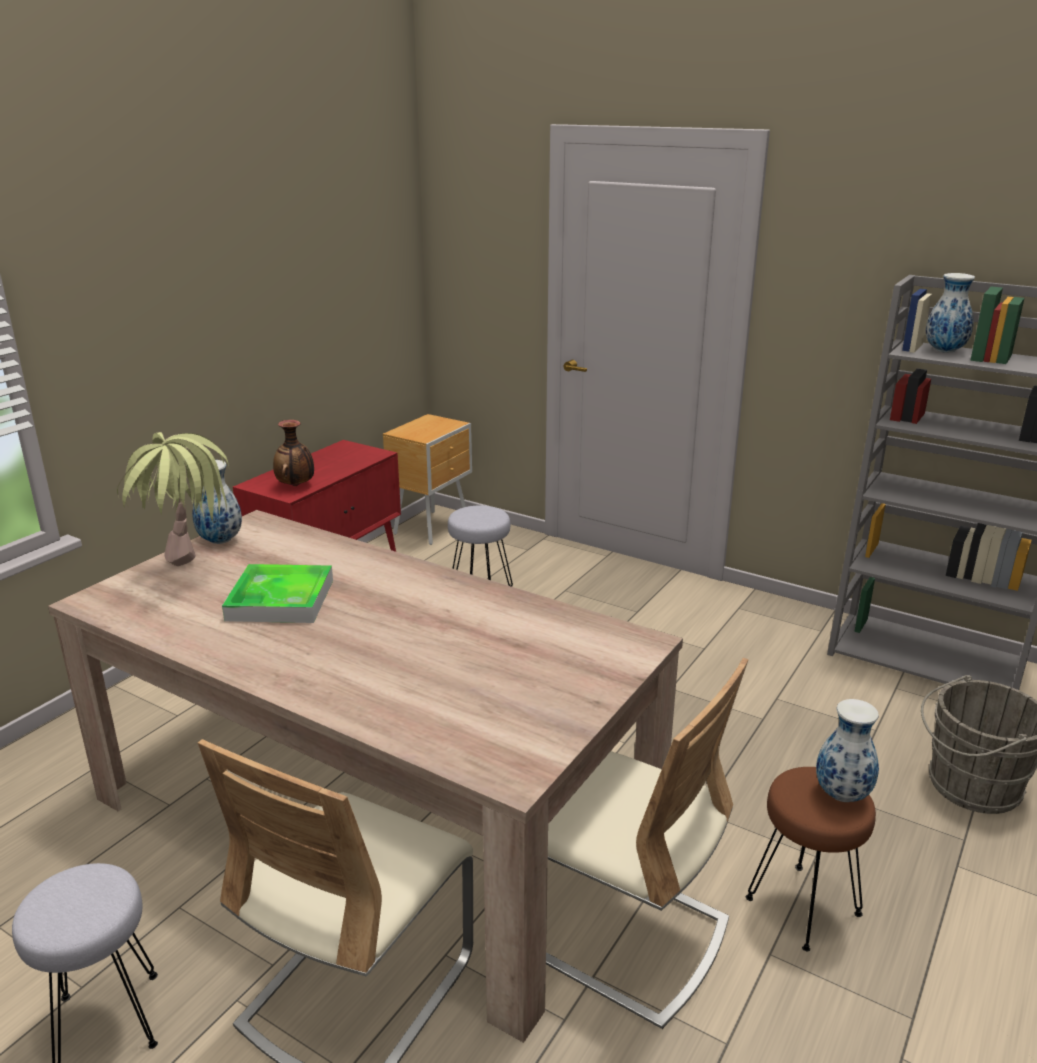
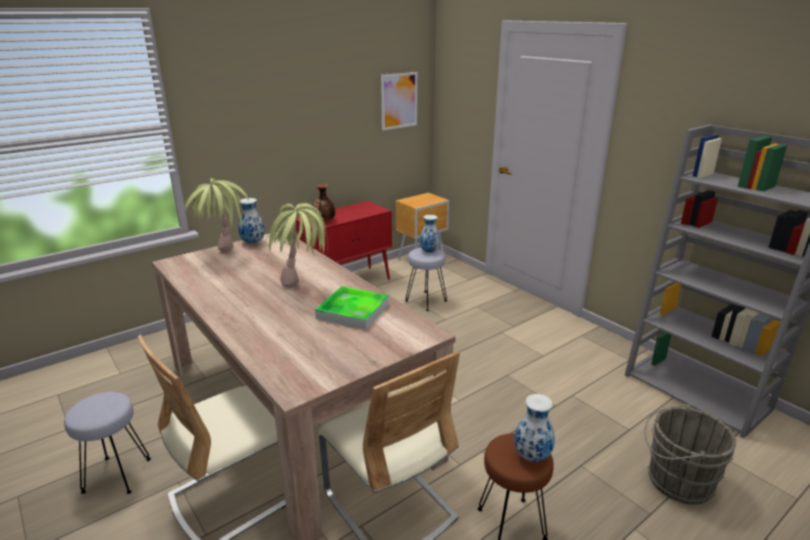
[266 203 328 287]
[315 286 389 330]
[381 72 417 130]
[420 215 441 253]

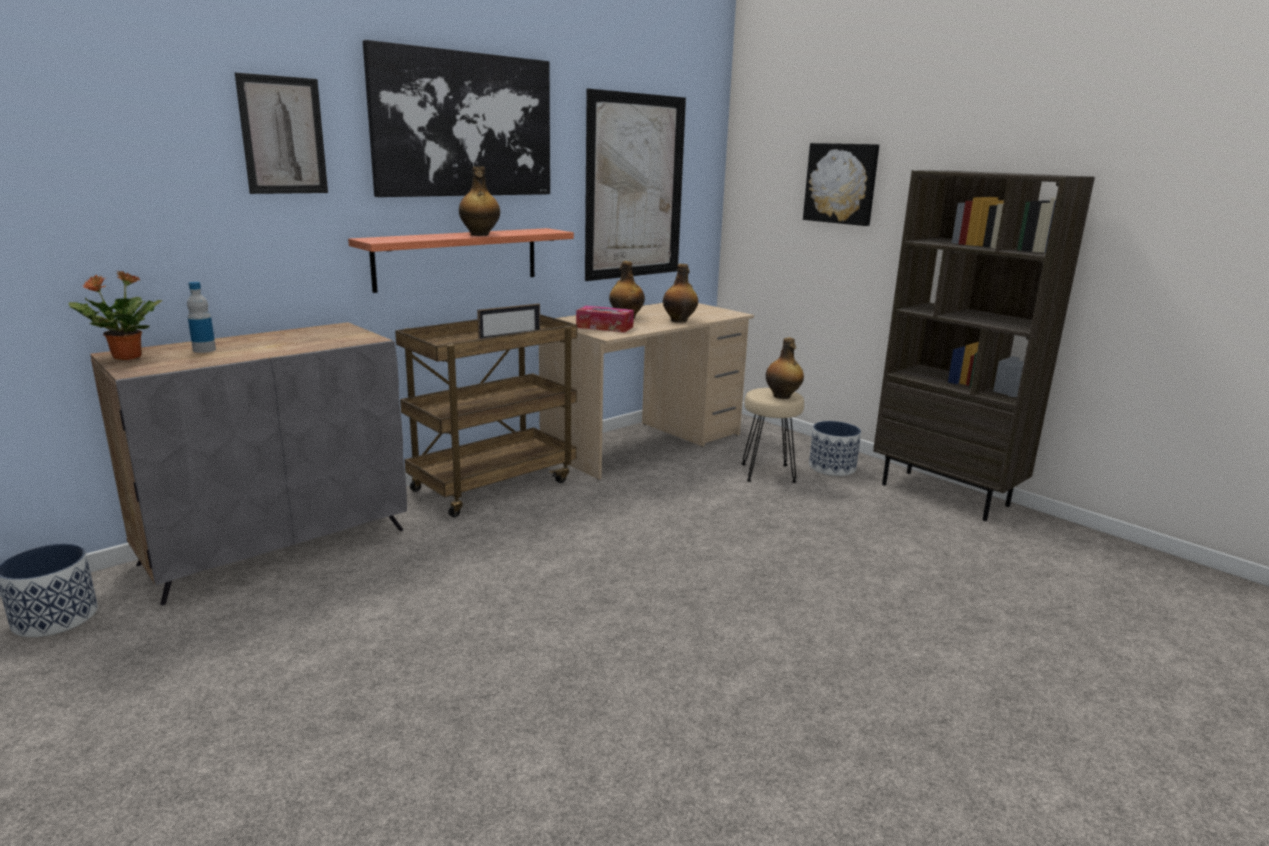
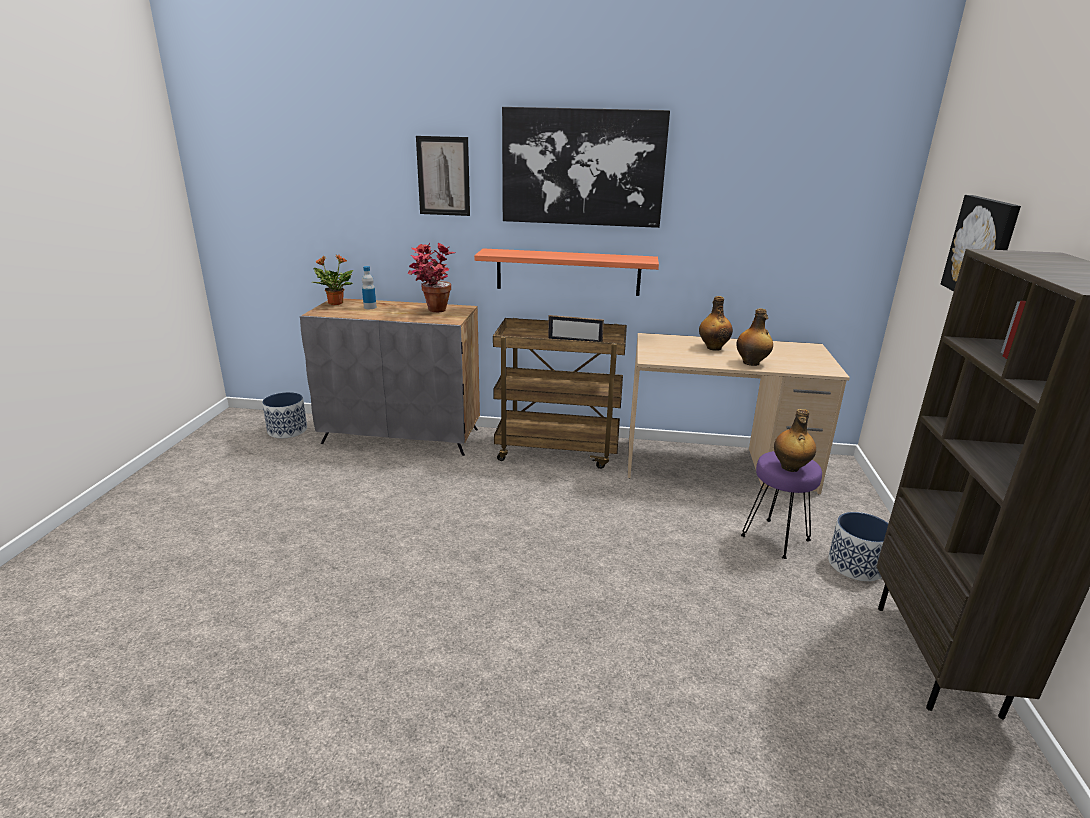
[408 242 455 312]
[741 451 822 559]
[459 166 500 236] (first image)
[576 306 634 332] (first image)
[585 88 686 281] (first image)

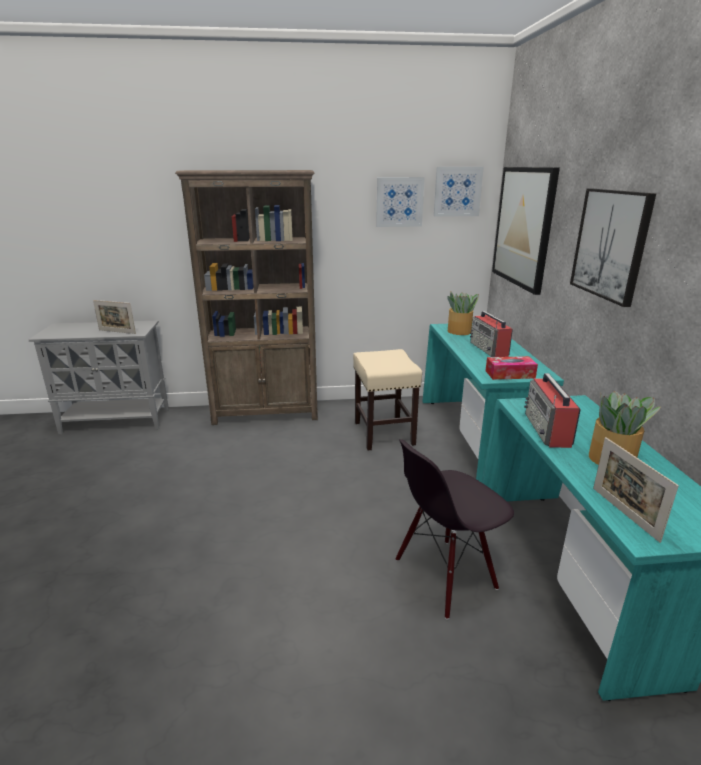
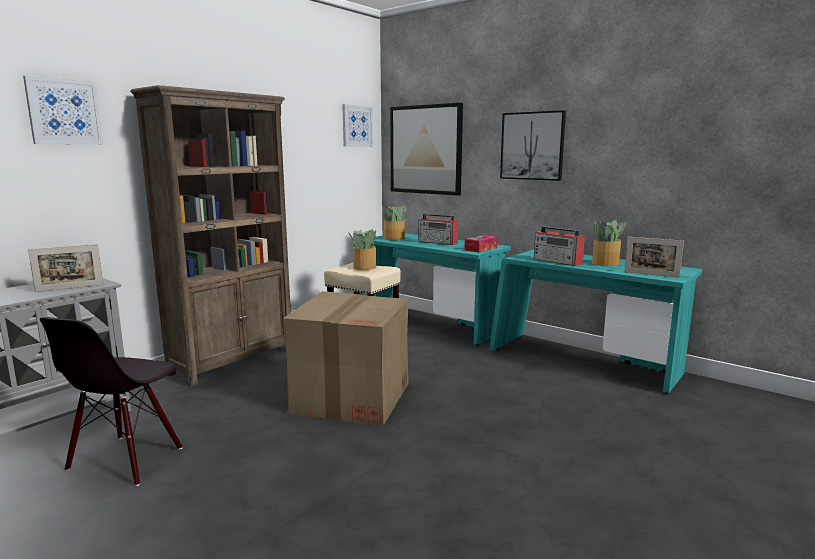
[23 76 103 144]
[40 317 182 486]
[283 291 408 426]
[348 229 376 270]

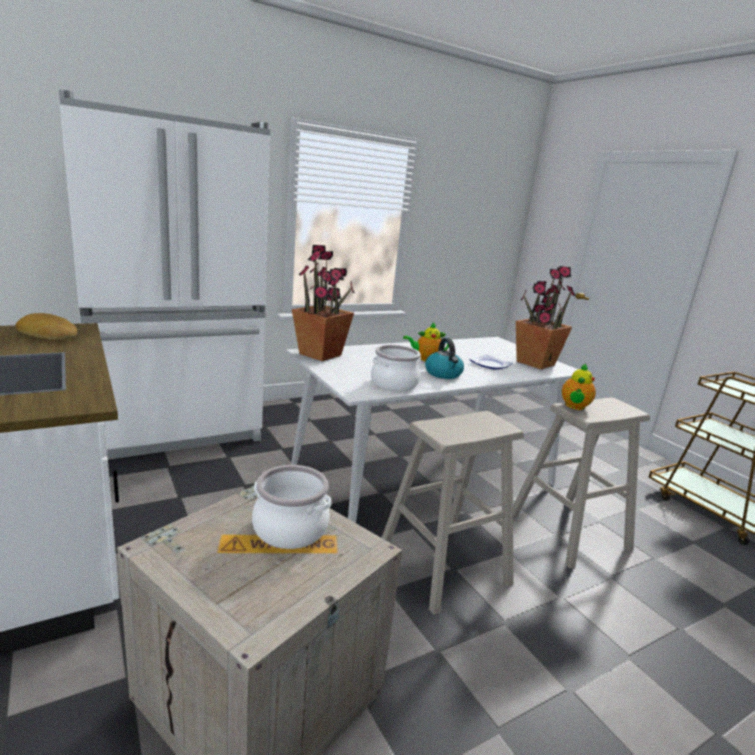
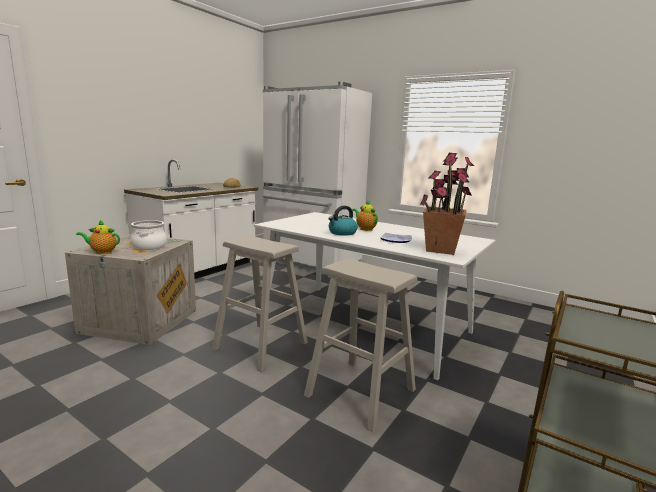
[76 220 120 254]
[292 245 355 361] (first image)
[371 345 421 391] (first image)

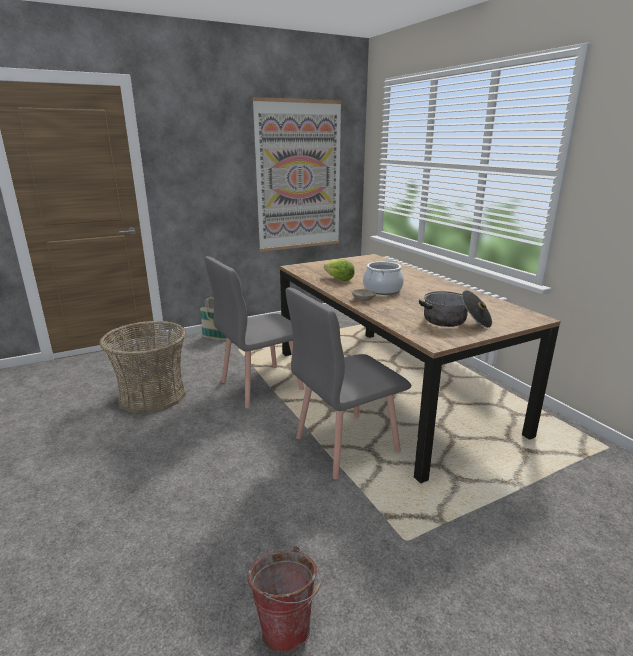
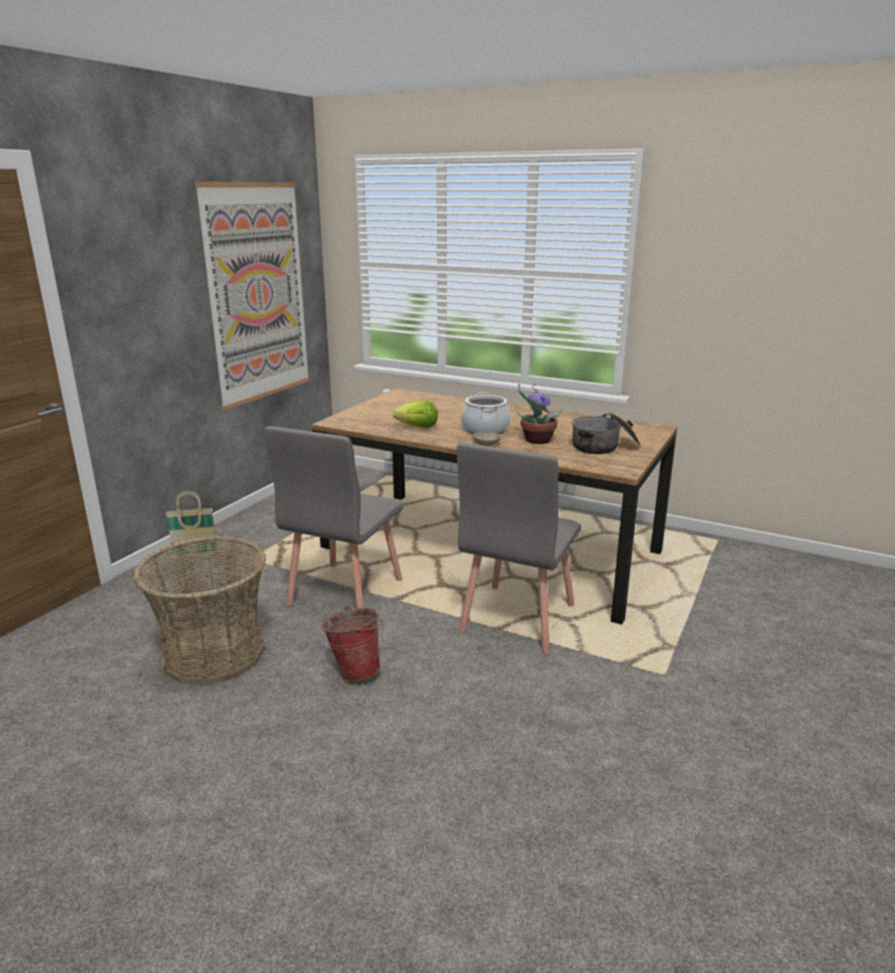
[321 606 383 681]
[517 384 563 444]

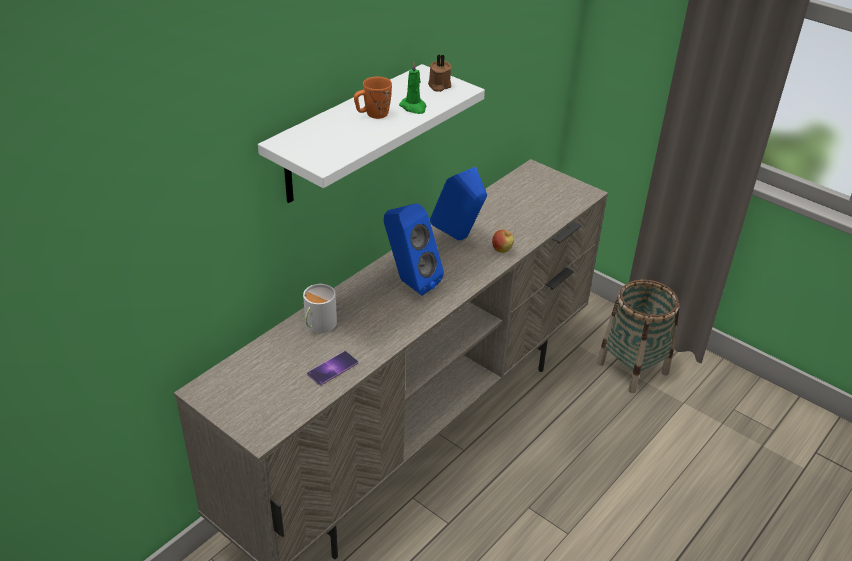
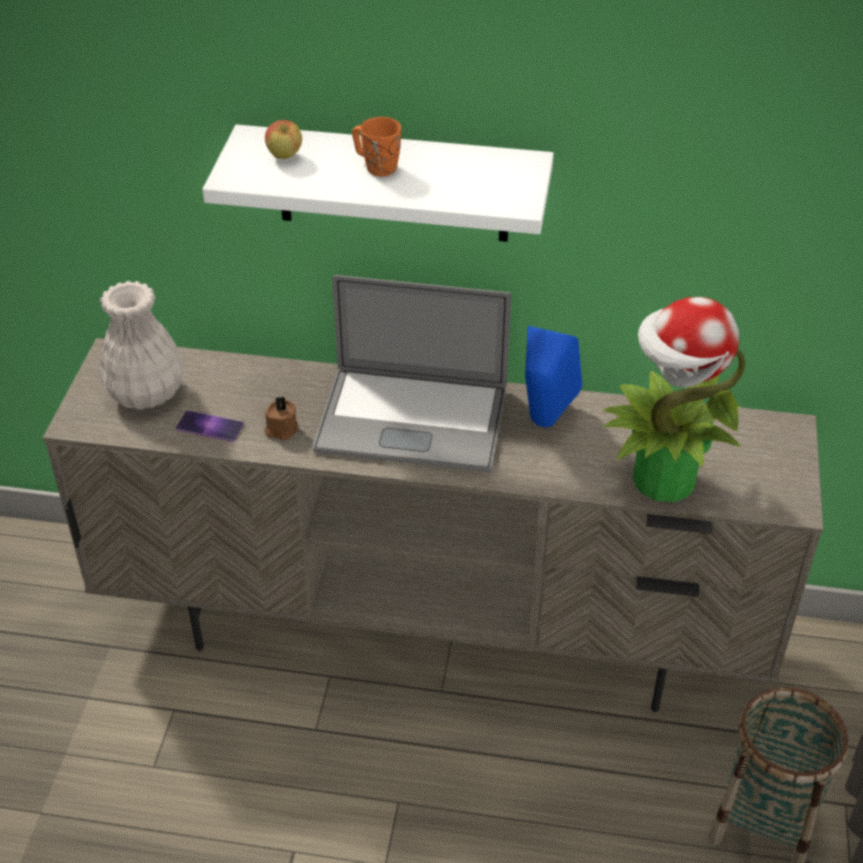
[99 281 183 409]
[265 120 302 159]
[265 396 298 440]
[313 275 511 473]
[602 297 745 502]
[302 284 337 333] (first image)
[399 61 426 114] (first image)

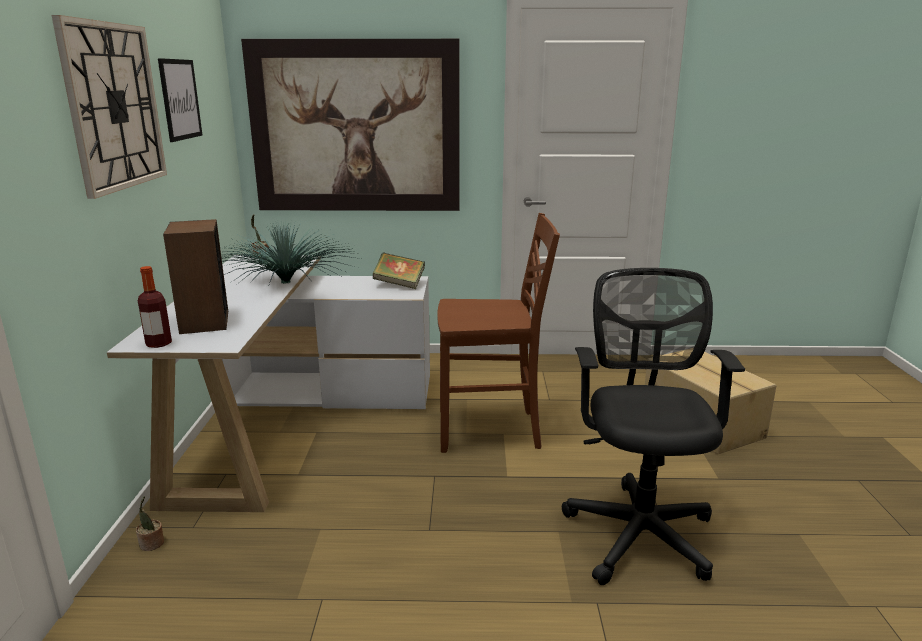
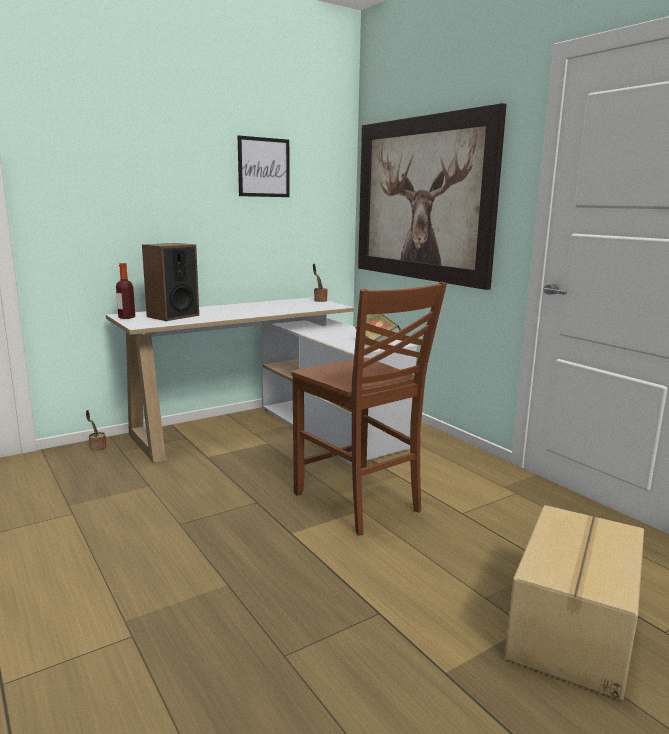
[52 15 167 199] (first image)
[220 220 361 287] (first image)
[562 268 745 585] (first image)

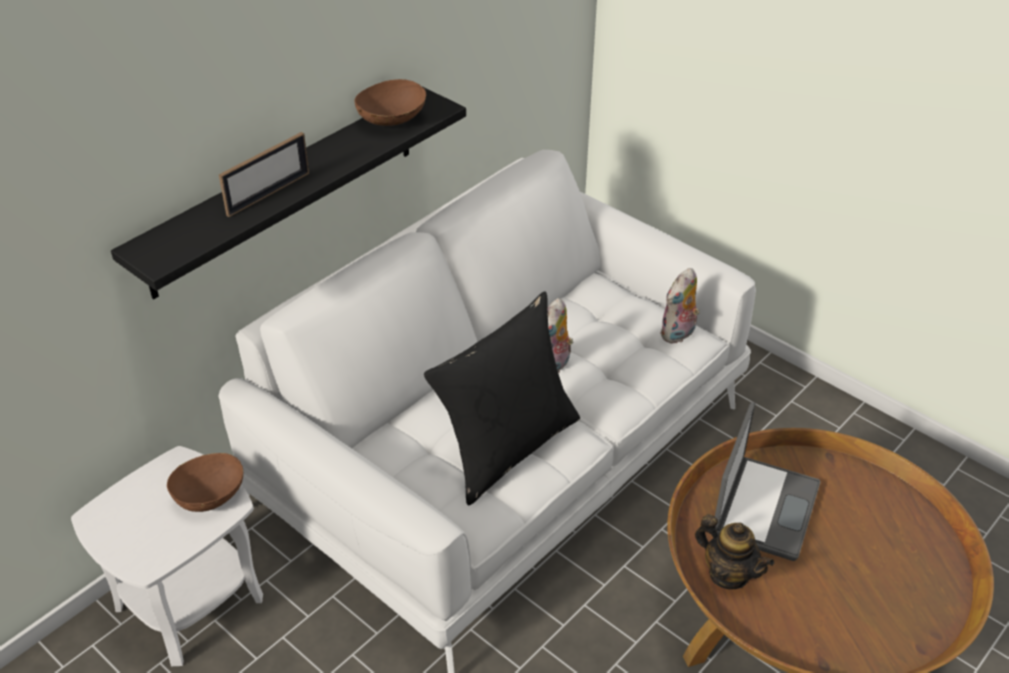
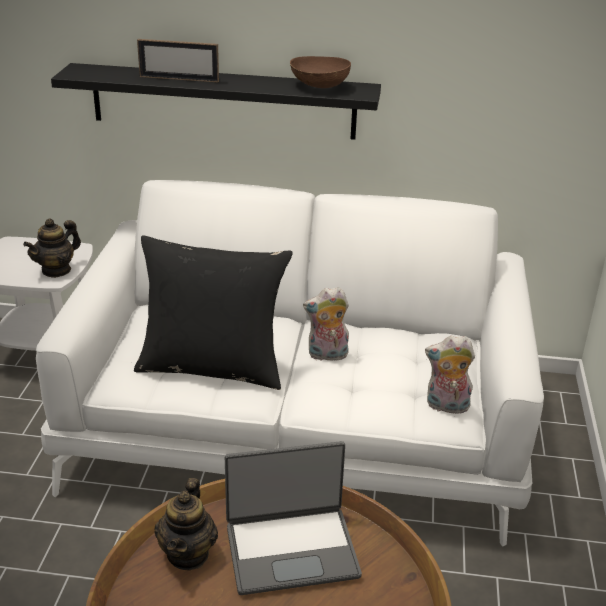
[23 218 81 278]

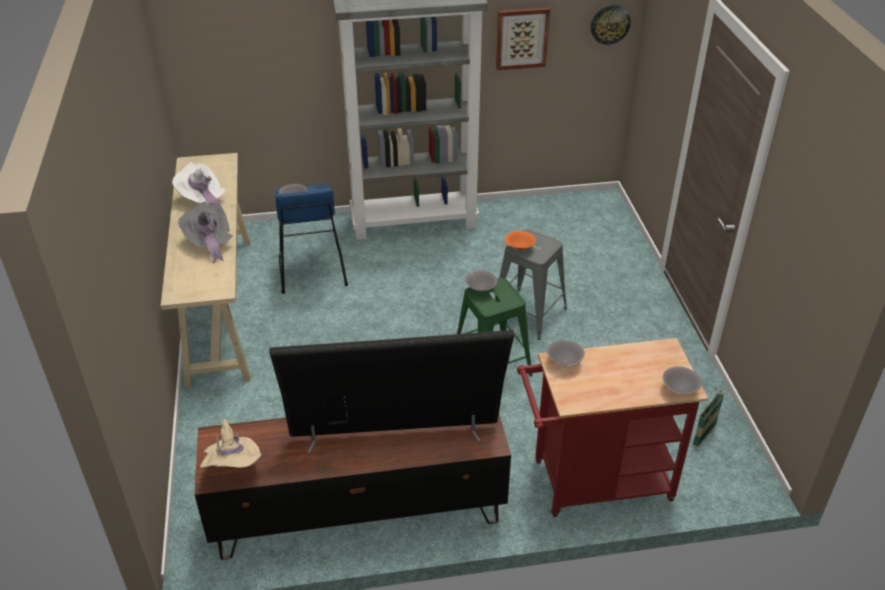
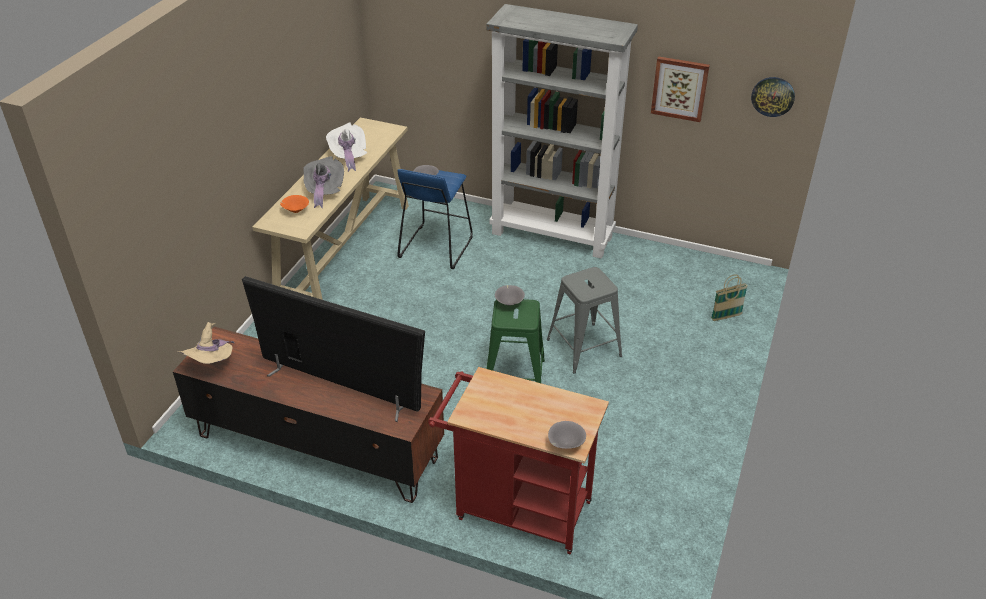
[280 195 309 213]
[711 274 748 321]
[547 340 585 367] (first image)

